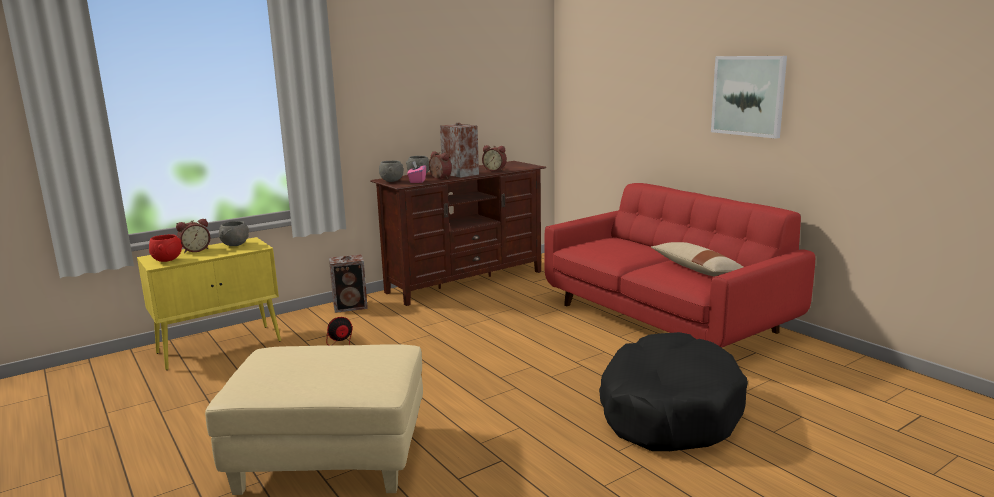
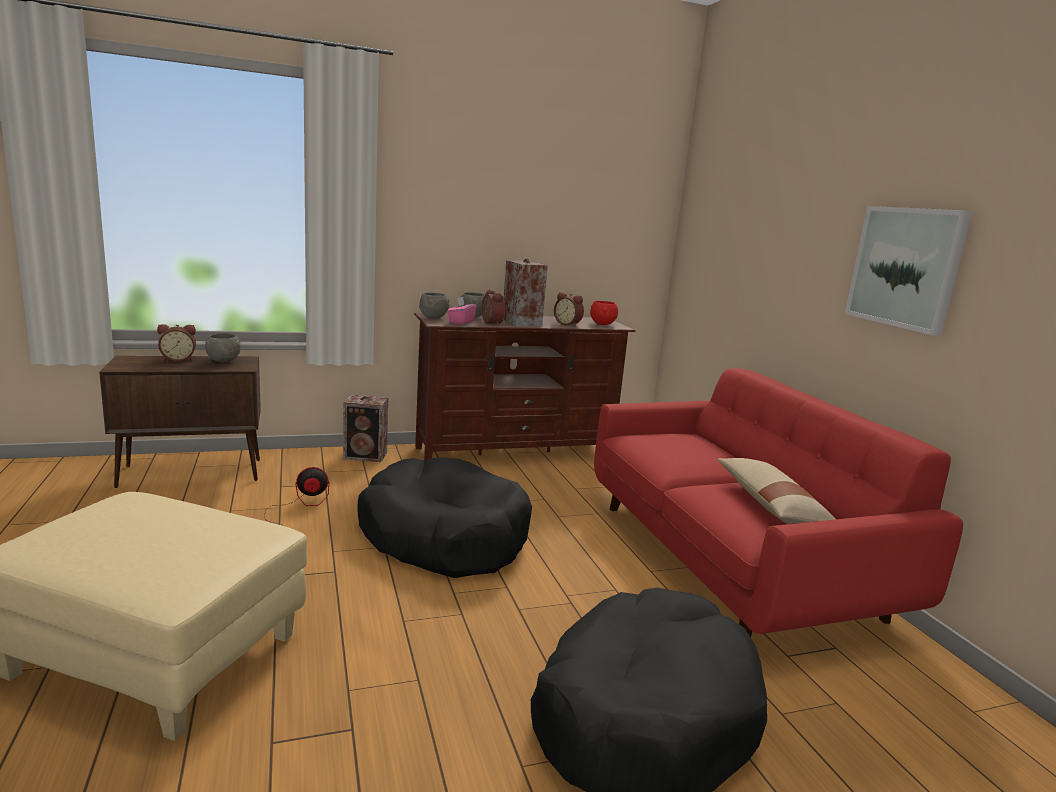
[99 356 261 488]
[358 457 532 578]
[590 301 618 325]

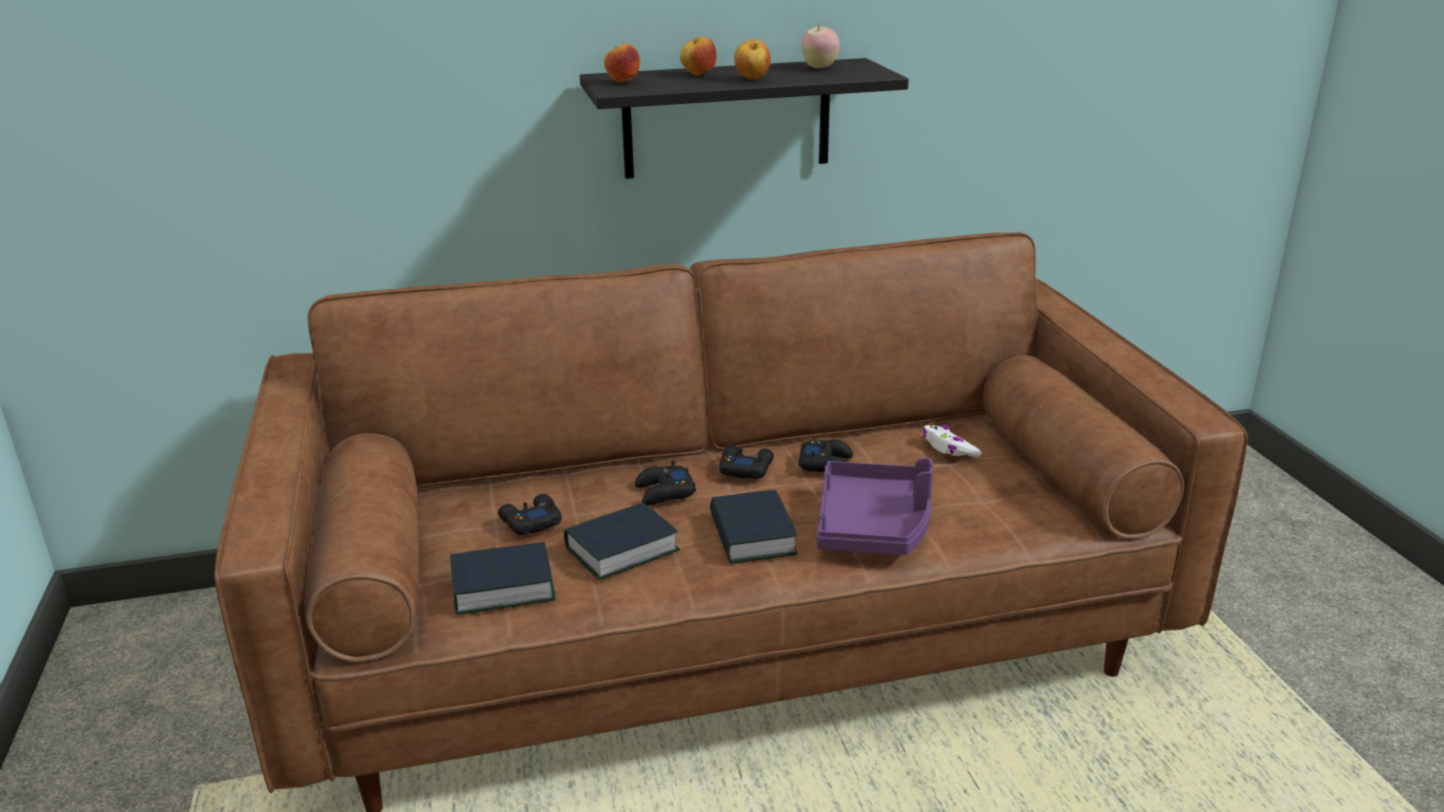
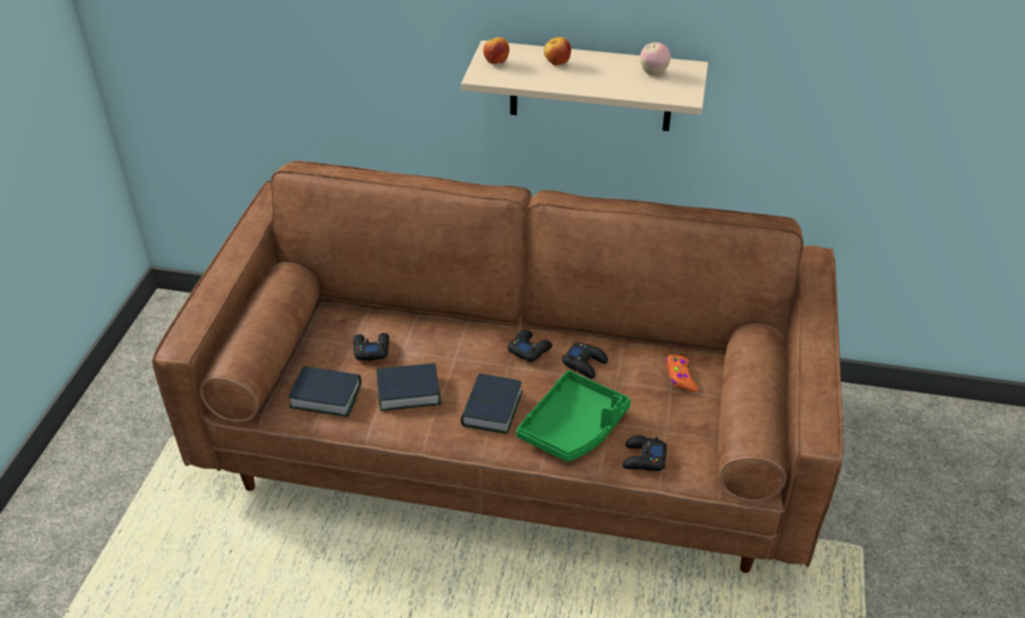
[461 40 708 131]
[516 370 631 462]
[622 435 667 471]
[666 355 698 392]
[734 40 771 80] (first image)

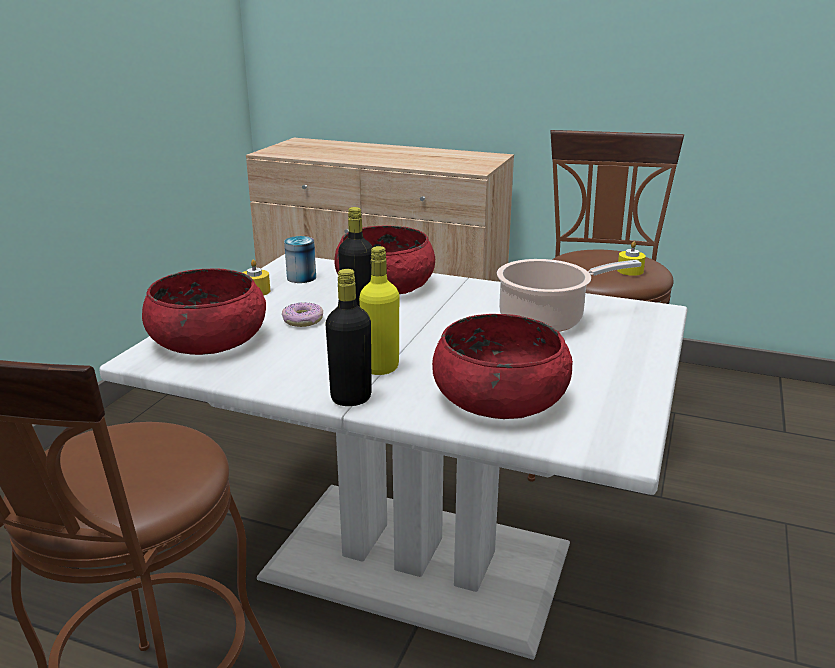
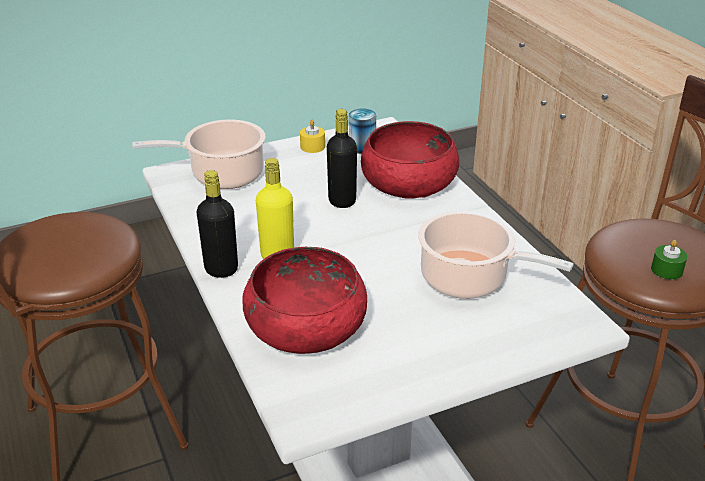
[132 119 266 189]
[651 240 687 280]
[282 302 323 327] (first image)

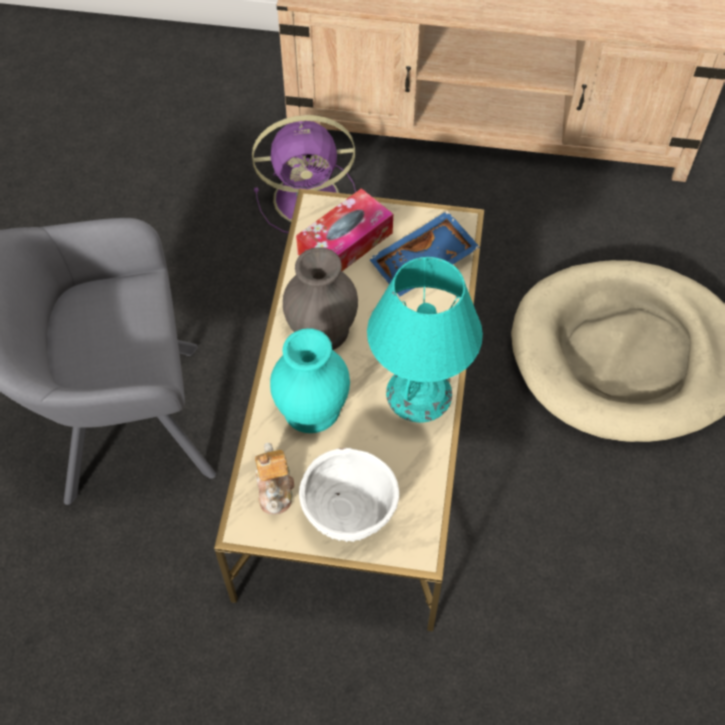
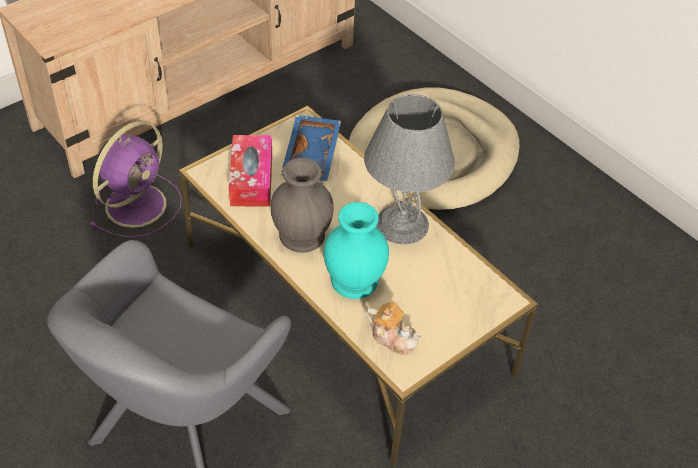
[364 94 455 244]
[299 448 399 542] (first image)

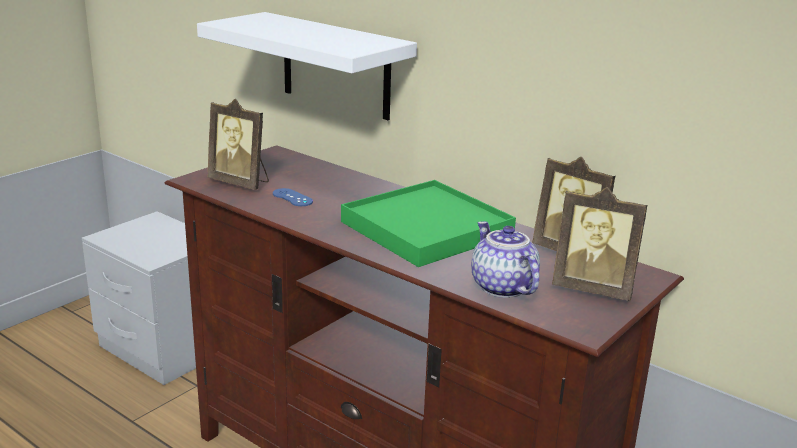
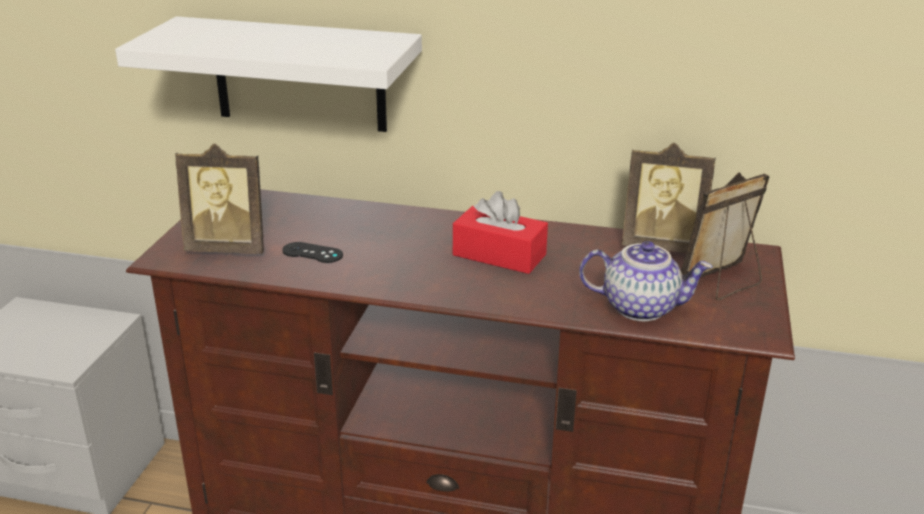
[282 242 343 263]
[453 191 548 274]
[579 241 713 321]
[681 172 770 300]

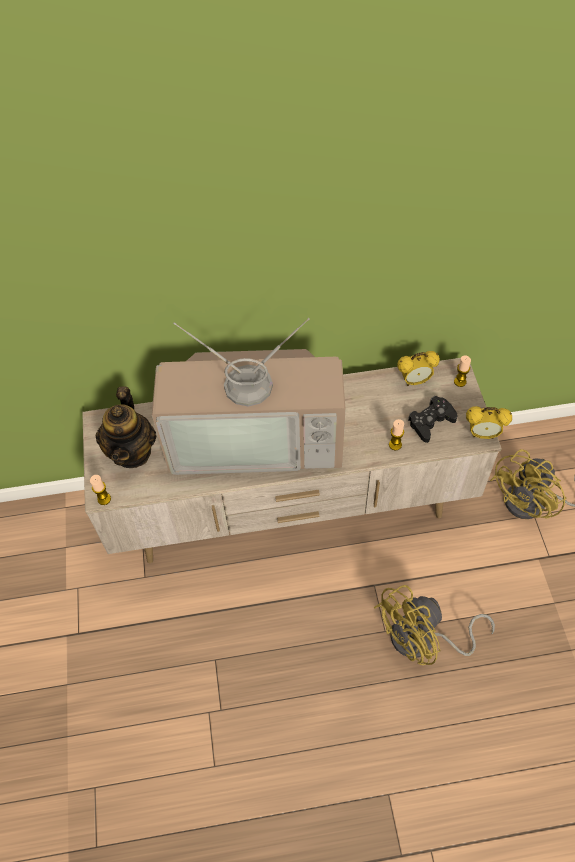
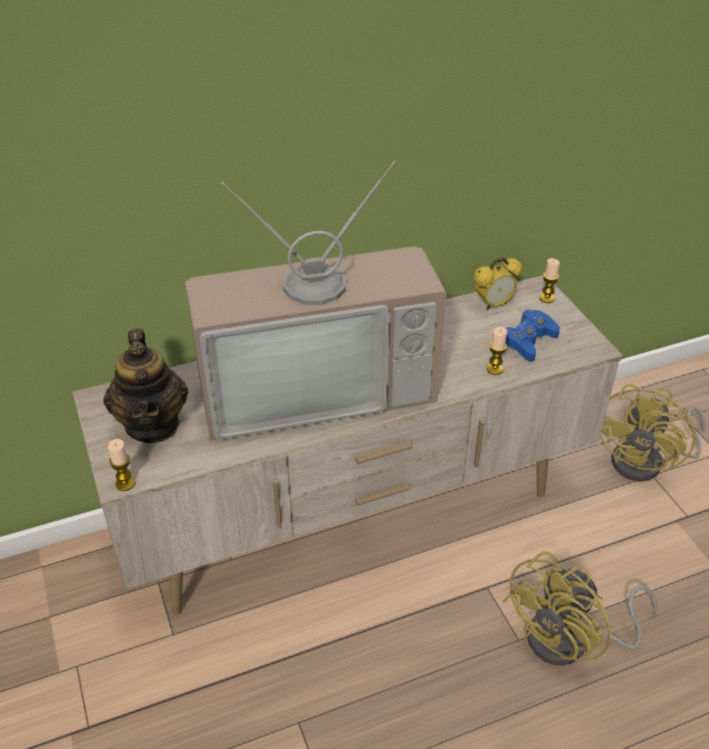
[506 309 560 362]
[466 406 512 439] (first image)

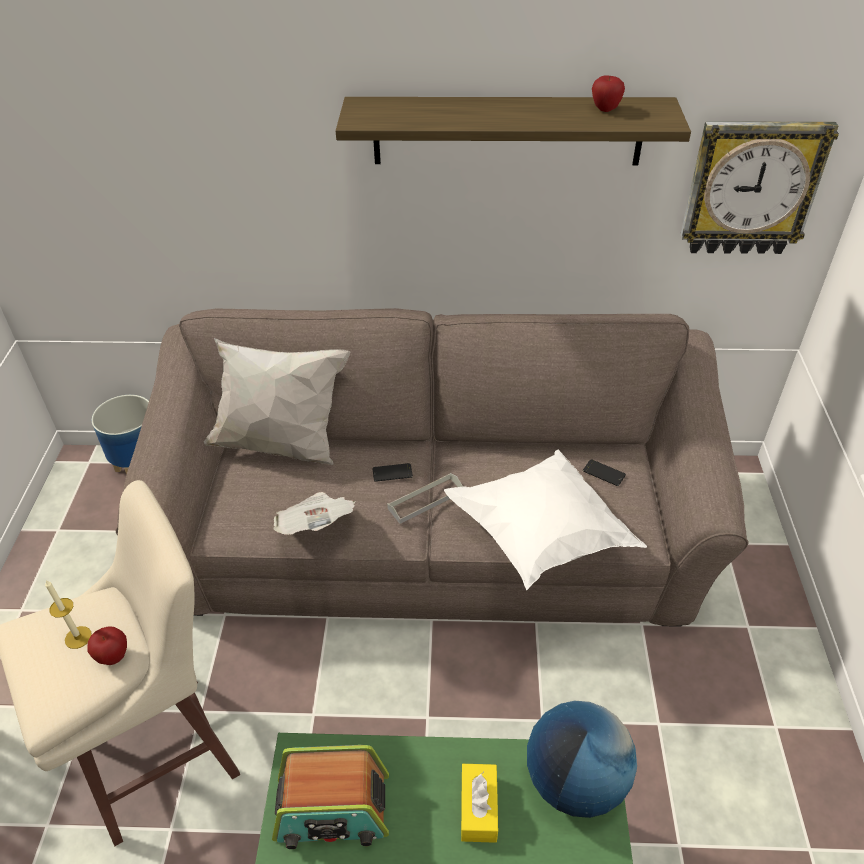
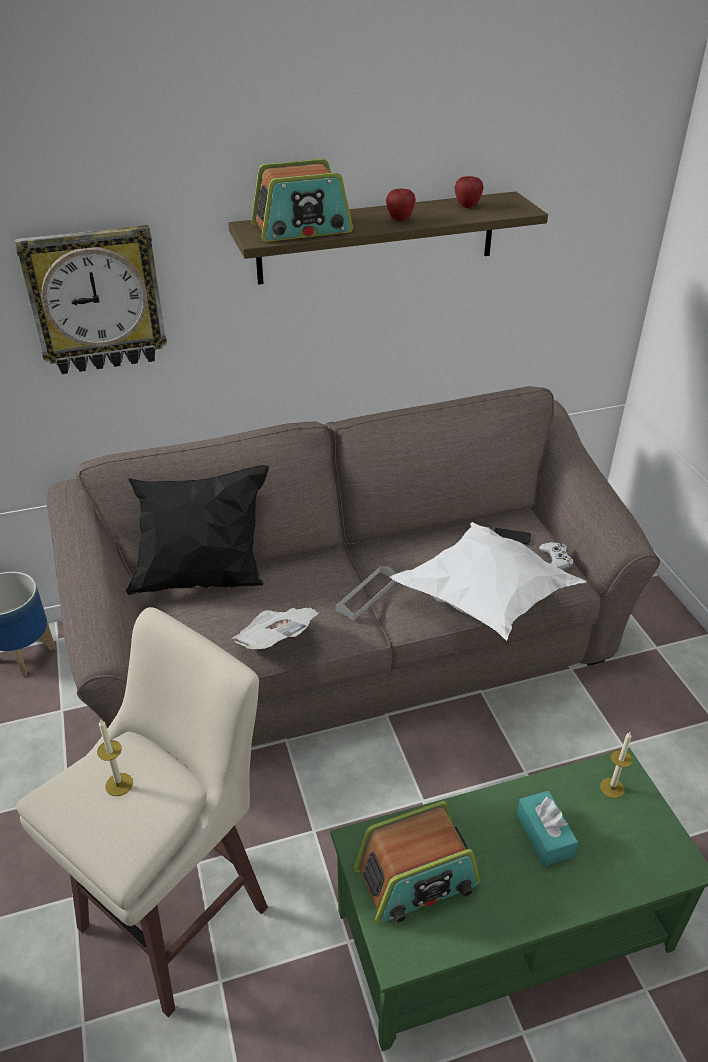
[15 225 167 374]
[126 465 269 595]
[251 159 353 242]
[386 188 416 221]
[517 791 578 866]
[539 542 573 570]
[600 732 633 798]
[372 463 413 482] (first image)

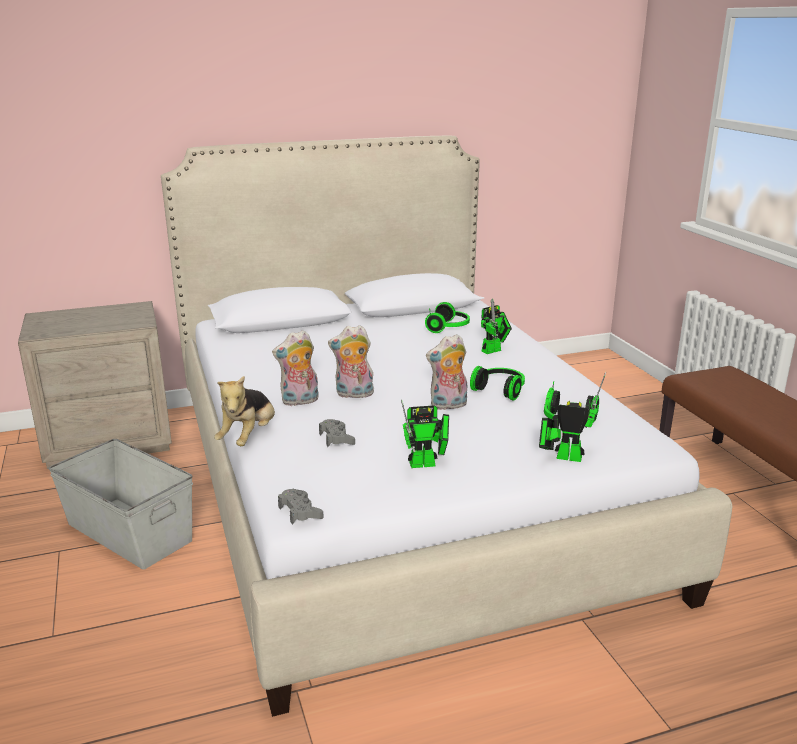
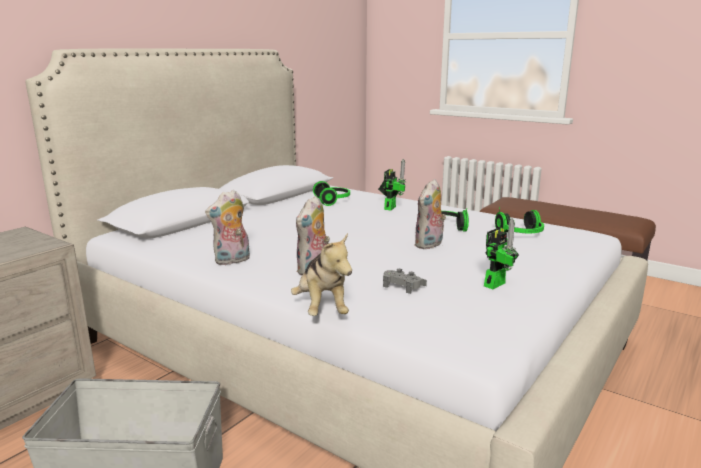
[205 190 250 265]
[278 489 324 525] (first image)
[539 372 606 462] (first image)

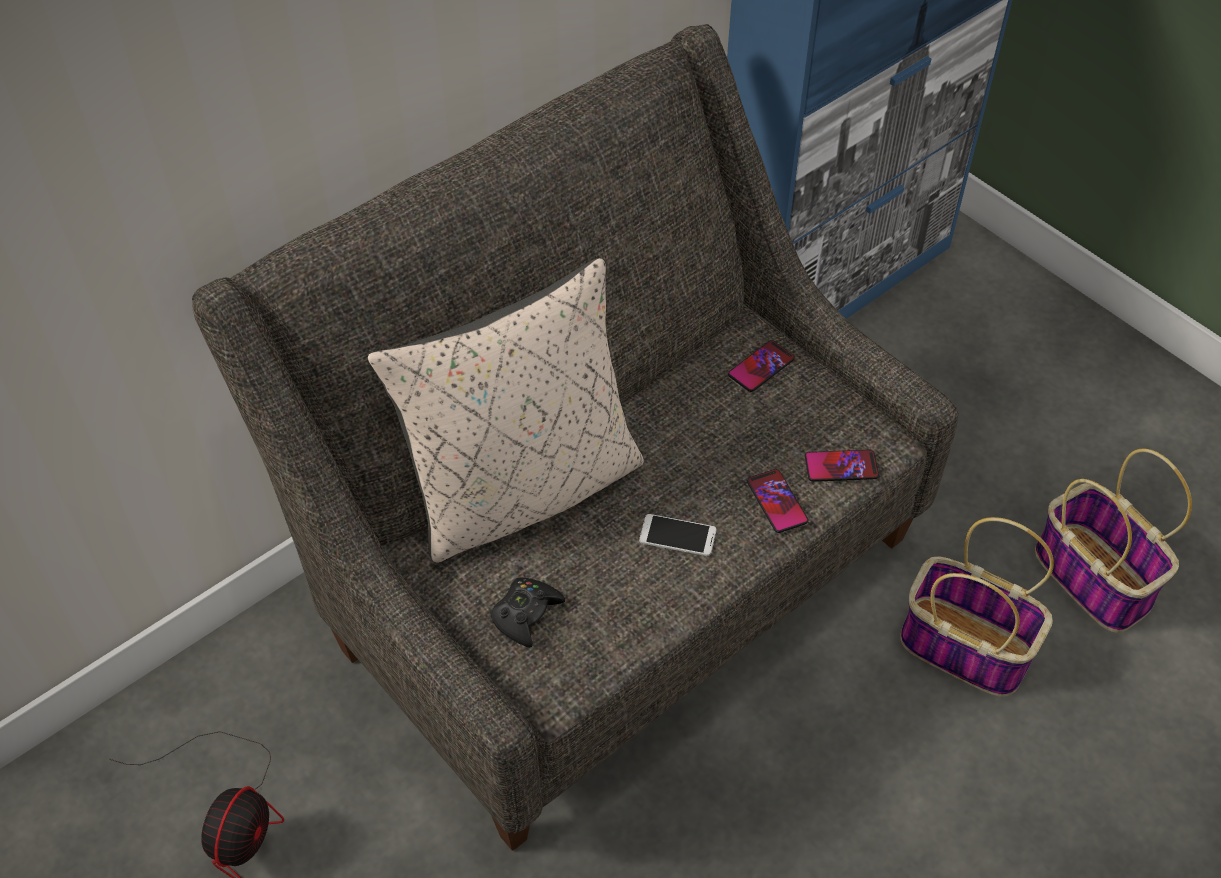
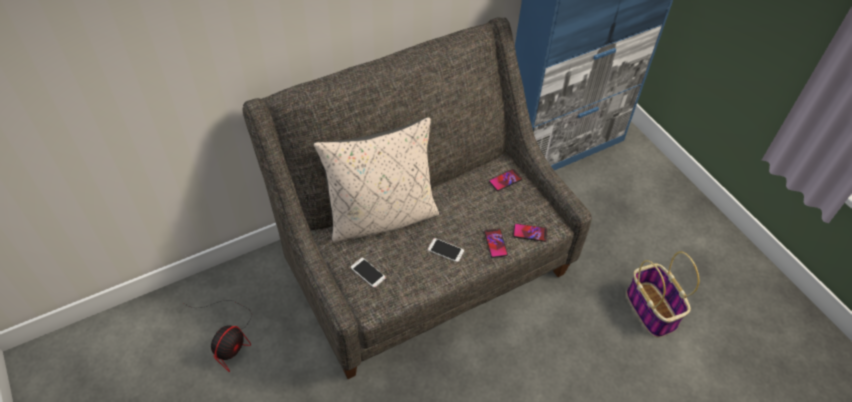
[351 258 386 288]
[900 517 1054 697] (first image)

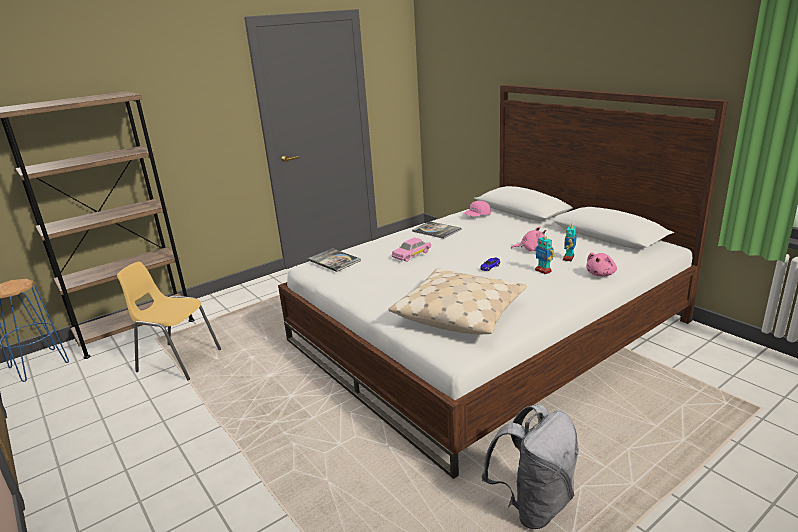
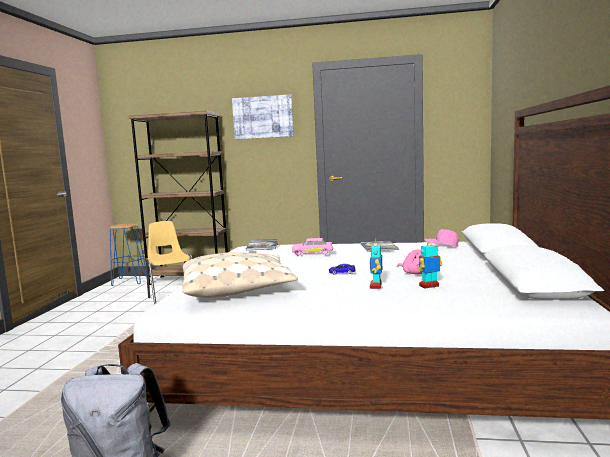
[232 94 294 139]
[586 252 617 276] (first image)

